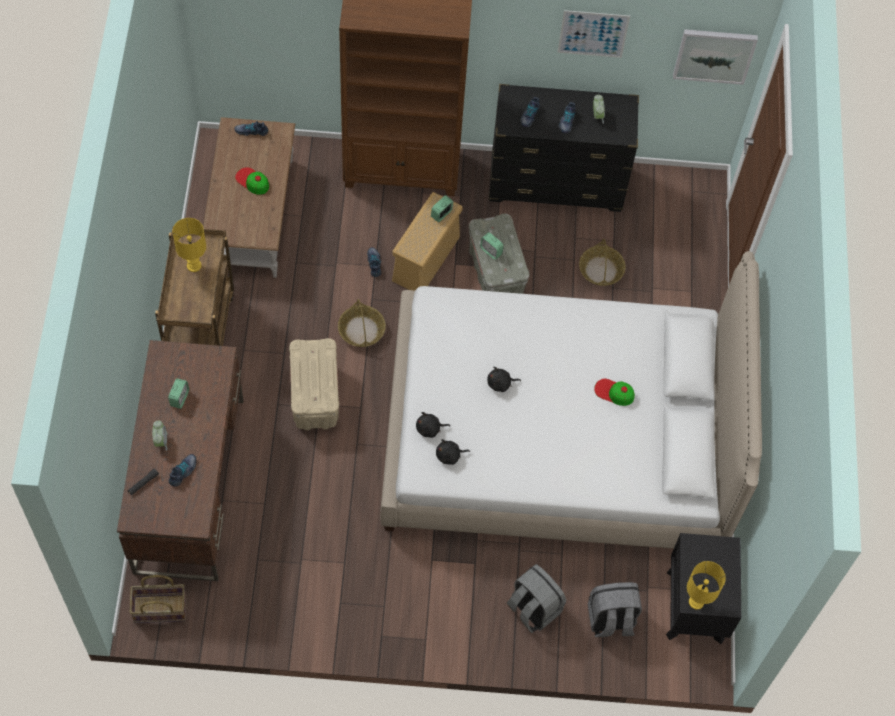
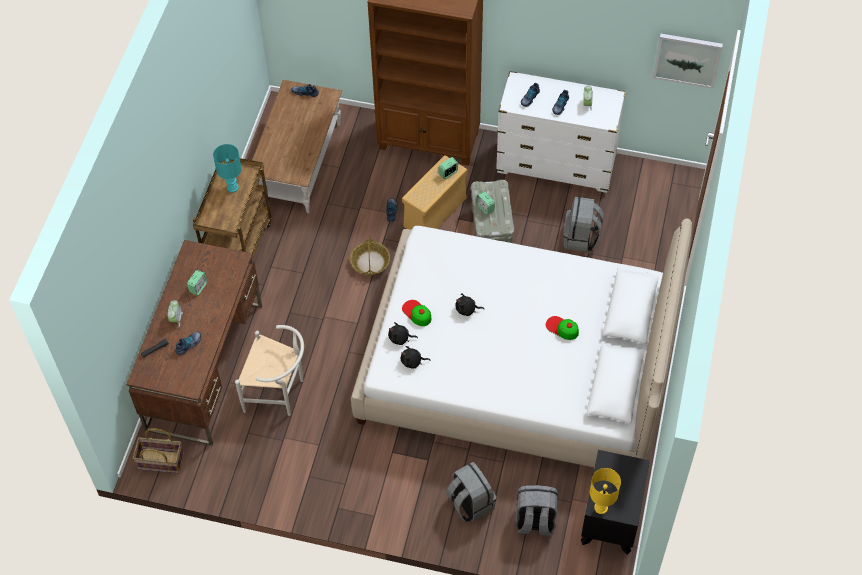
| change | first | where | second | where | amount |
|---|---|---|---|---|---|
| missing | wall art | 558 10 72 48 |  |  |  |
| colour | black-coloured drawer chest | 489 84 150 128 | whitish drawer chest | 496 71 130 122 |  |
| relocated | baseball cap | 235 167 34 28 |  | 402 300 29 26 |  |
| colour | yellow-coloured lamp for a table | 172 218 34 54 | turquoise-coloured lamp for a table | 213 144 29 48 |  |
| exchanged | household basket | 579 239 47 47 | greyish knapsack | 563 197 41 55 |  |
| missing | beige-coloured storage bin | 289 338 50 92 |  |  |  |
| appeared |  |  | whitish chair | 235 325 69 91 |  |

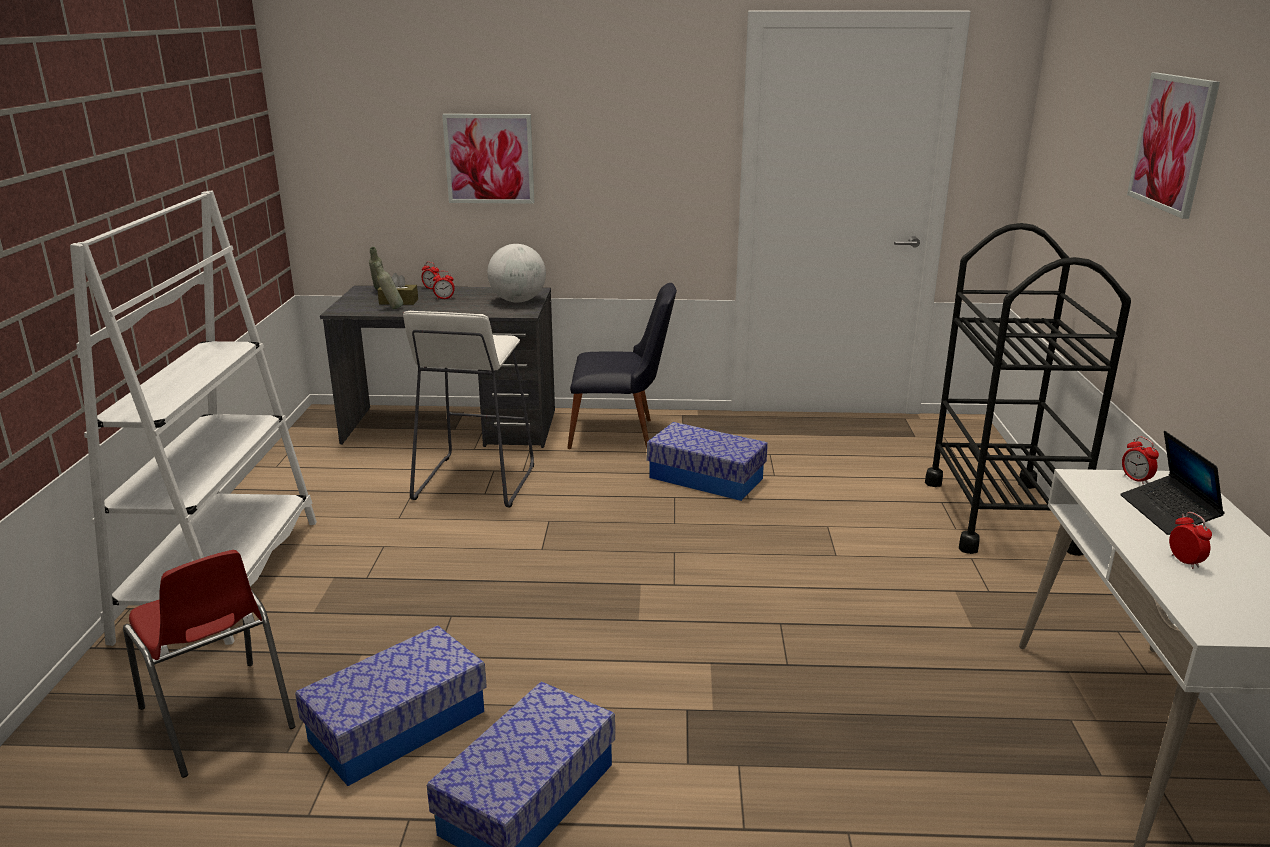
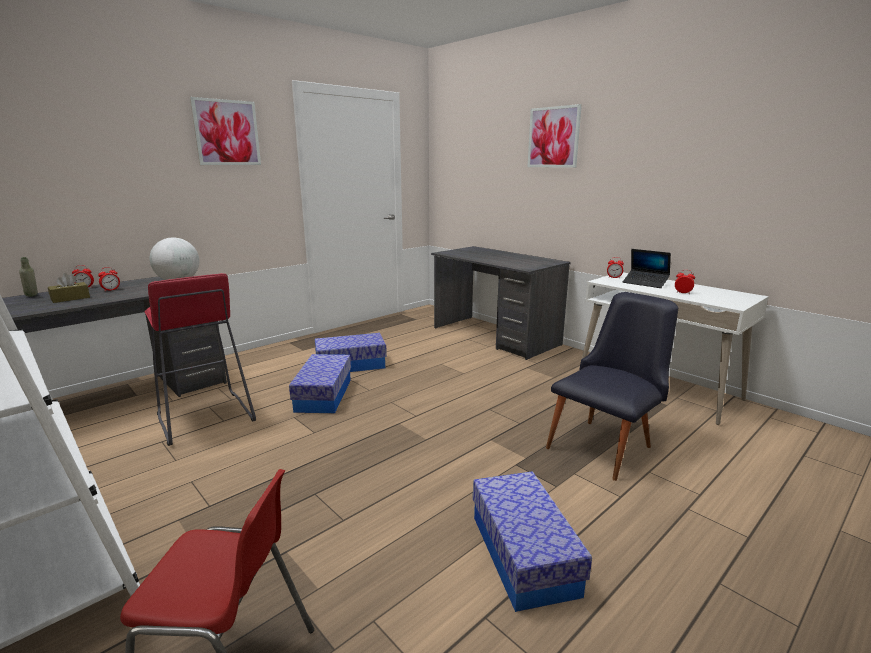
| change | first | where | second | where | amount |
|---|---|---|---|---|---|
| relocated | wall art | 442 114 93 90 |  | 190 97 71 68 |  |
| exchanged | black-coloured cart | 925 223 206 333 | greyish desk table | 431 246 140 114 |  |
| missing | greyish bottle | 373 261 30 48 |  |  |  |
| relocated | black-coloured chair | 567 283 110 166 |  | 546 292 132 189 |  |
| colour | whitish sitting stool | 403 311 131 196 | red-coloured sitting stool | 145 273 111 173 |  |
| relocated | storage bin | 295 625 192 161 |  | 289 354 62 59 |  |

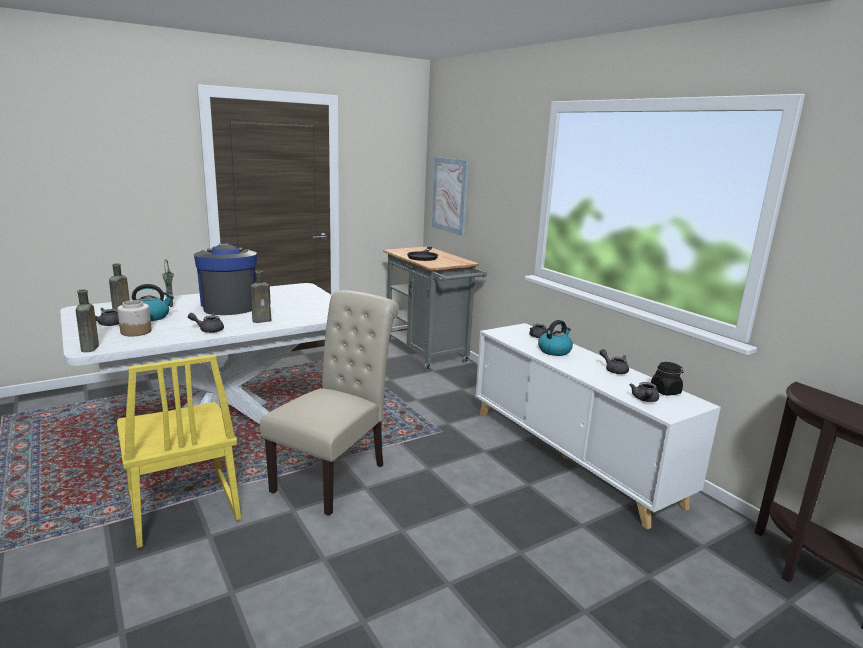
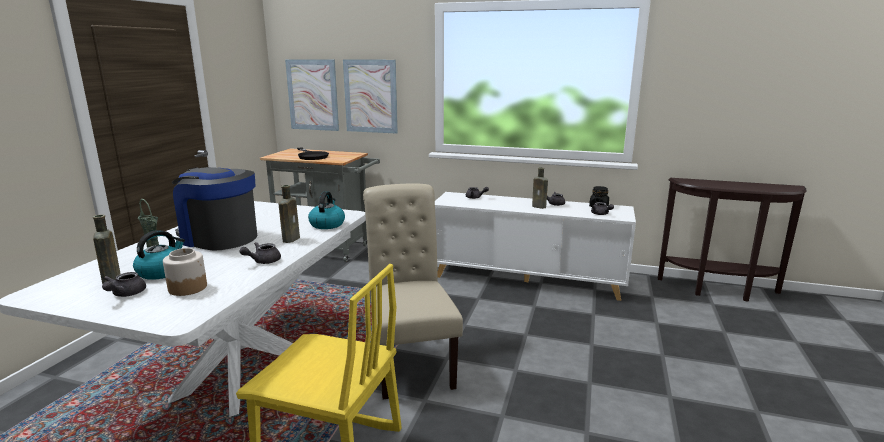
| change | first | where | second | where | amount |
|---|---|---|---|---|---|
| relocated | brown bottle | 76 289 23 63 |  | 532 167 16 42 |  |
| relocated | water kettle | 538 320 35 36 |  | 308 191 37 38 |  |
| appeared |  |  | wall art | 343 59 55 75 |  |

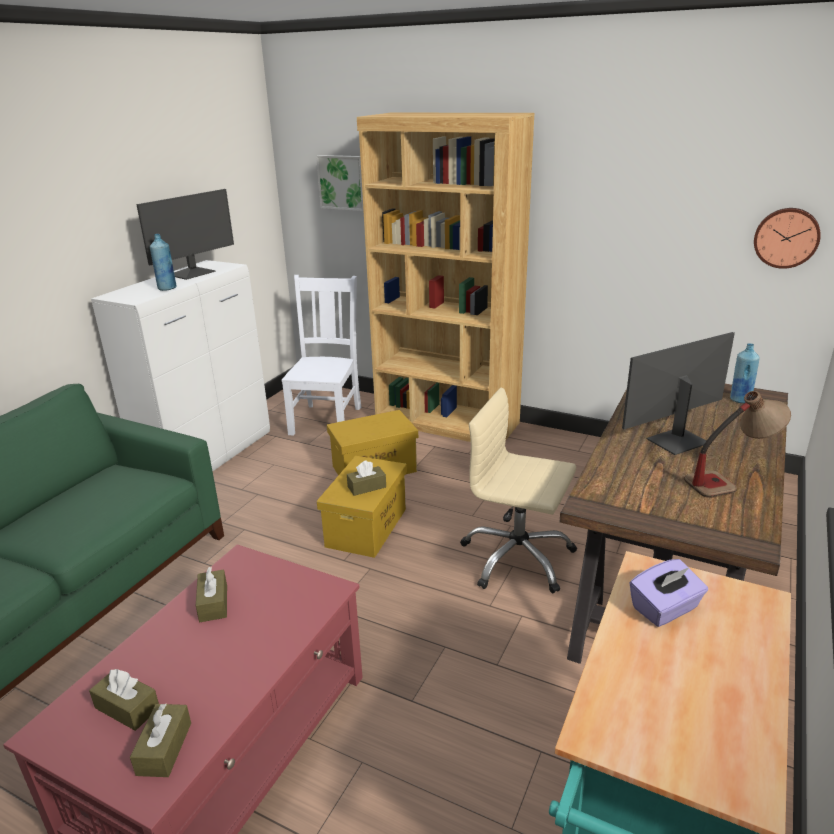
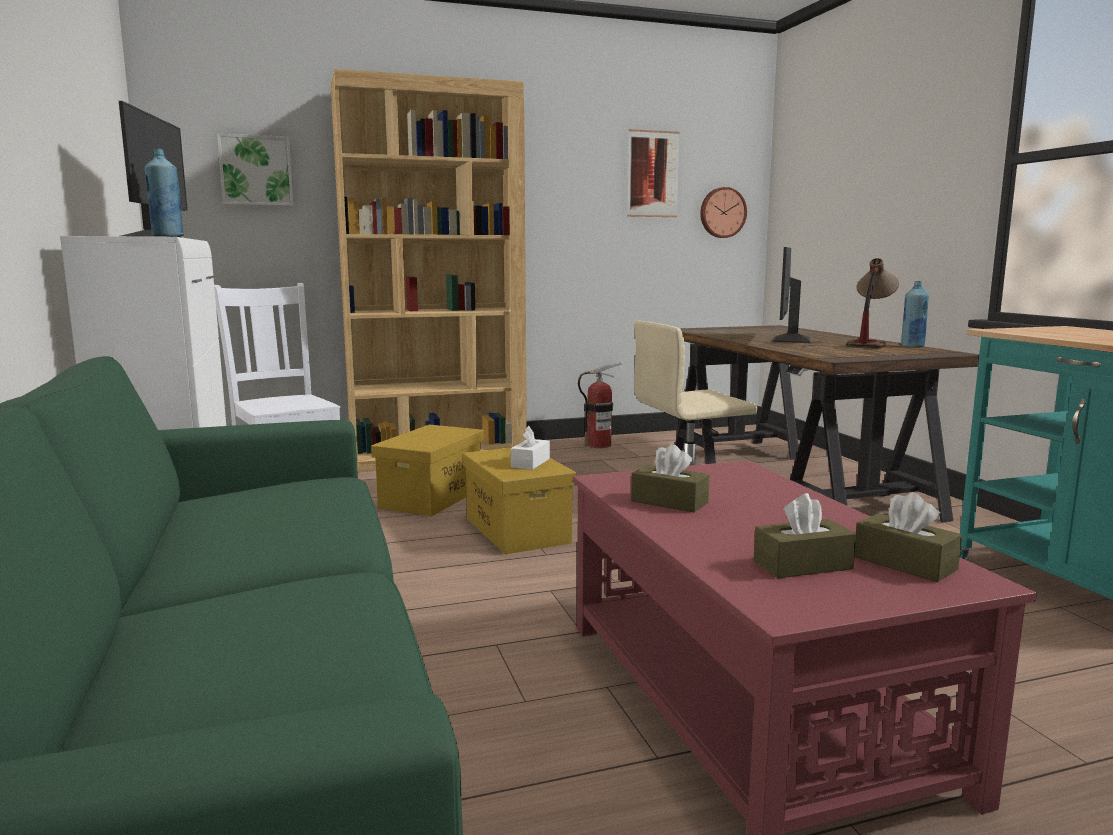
| change | first | where | second | where | amount |
|---|---|---|---|---|---|
| relocated | blue bottle | 730 343 30 60 |  | 901 281 28 67 |  |
| colour | brown tissue holder | 347 461 39 35 | whitish tissue holder | 511 426 39 44 |  |
| missing | purple-coloured tissue holder | 630 559 78 68 |  |  |  |
| appeared |  |  | wall art | 627 129 53 88 |  |
| appeared |  |  | fire-fighting cylinder | 578 363 44 85 |  |

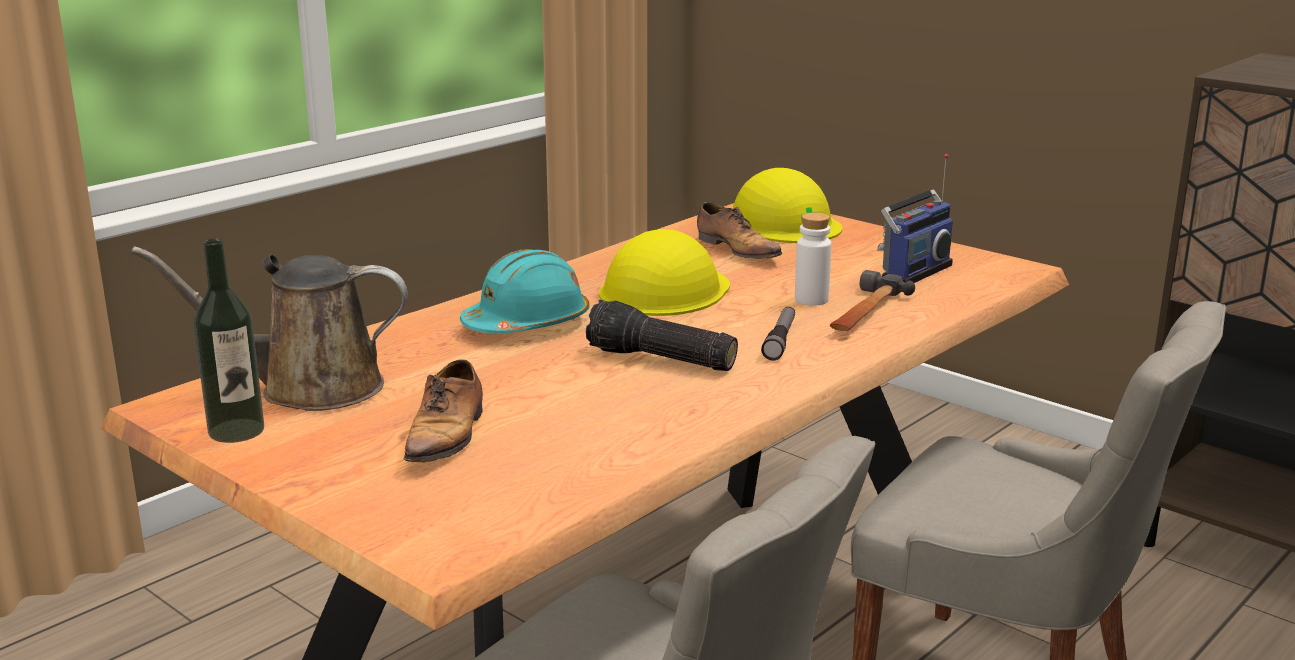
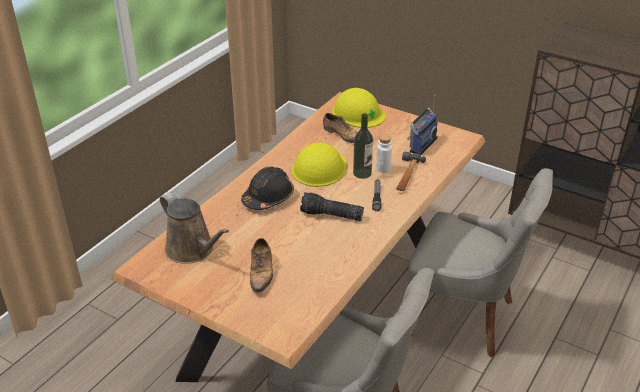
| change | first | where | second | where | amount |
|---|---|---|---|---|---|
| relocated | bottle | 194 239 70 204 |  | 353 113 20 66 |  |
| spun | brown sprinkling can | 131 246 277 165 |  | 160 193 69 71 | 120 degrees counterclockwise |
| colour | turquoise-coloured safety helmet | 460 249 129 85 | black-coloured safety helmet | 241 166 53 44 |  |

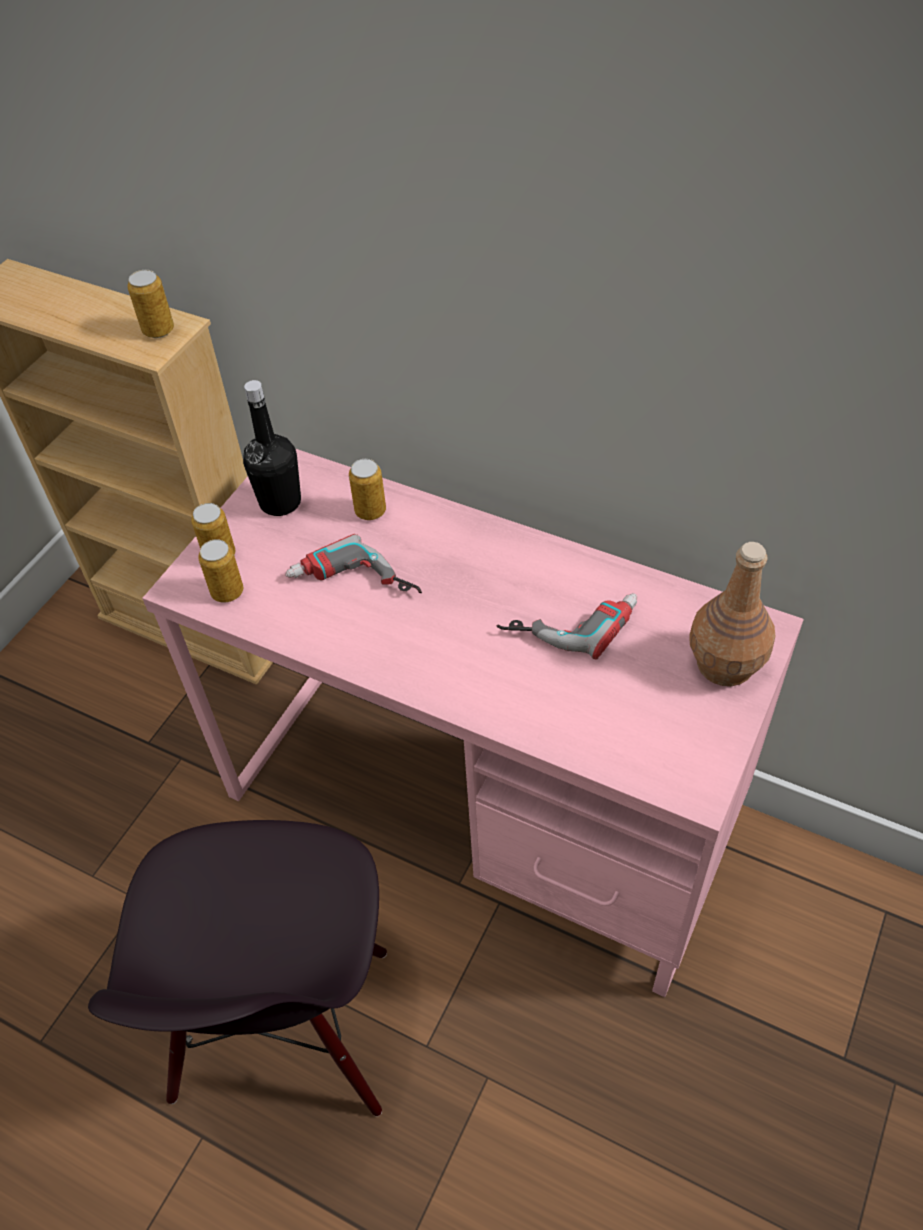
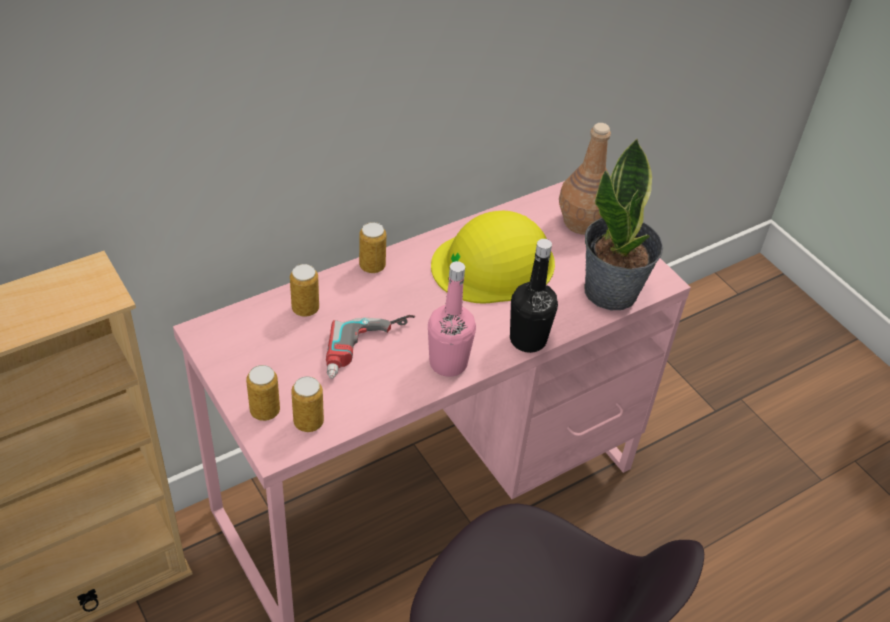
| change | first | where | second | where | amount |
|---|---|---|---|---|---|
| relocated | sealed can | 128 270 46 68 |  | 359 222 27 51 |  |
| relocated | black-coloured bottle | 243 380 58 136 |  | 510 239 48 114 |  |
| exchanged | power drill | 497 593 140 66 | yellow-coloured safety helmet | 431 211 124 93 |  |
| appeared |  |  | houseplant | 585 138 78 172 |  |
| appeared |  |  | pinkish bottle | 428 261 48 116 |  |

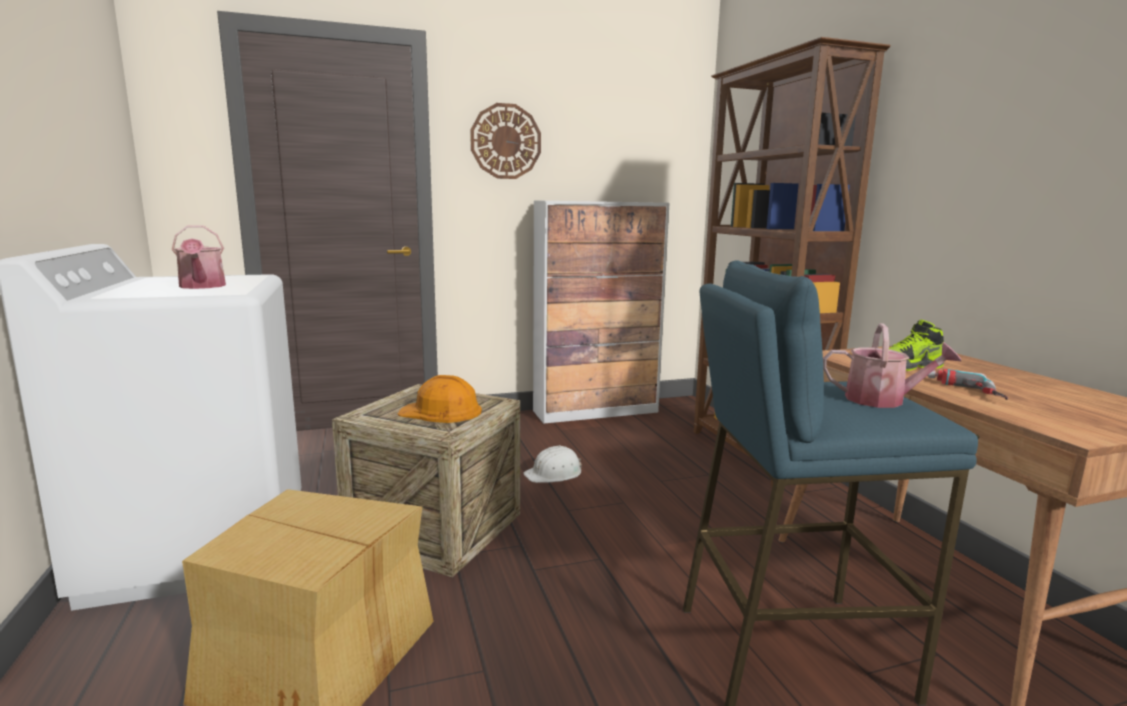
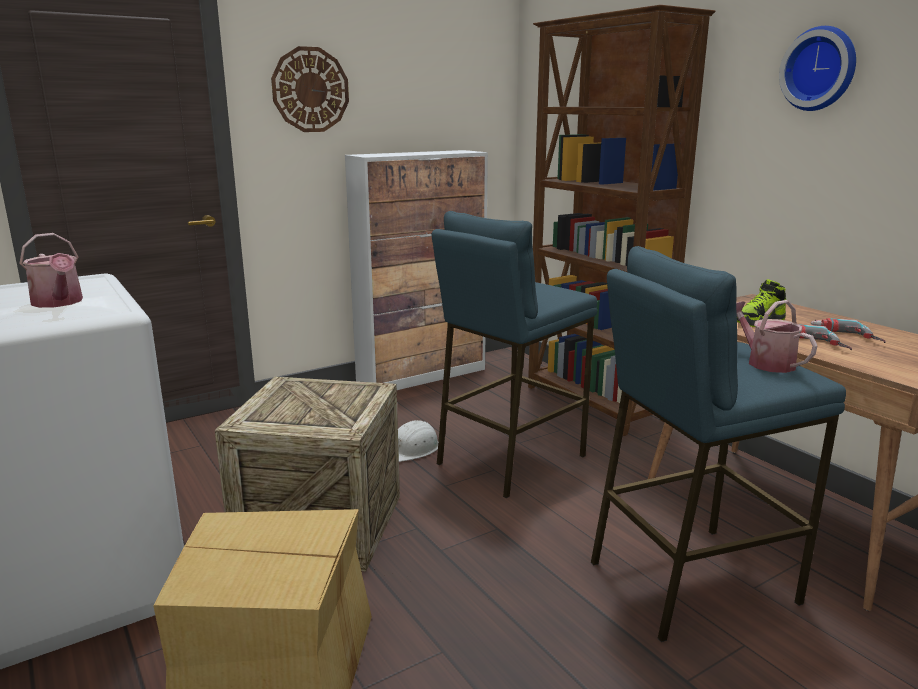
| change | first | where | second | where | amount |
|---|---|---|---|---|---|
| spun | sprinkling can | 823 323 138 85 |  | 736 300 82 73 | 120 degrees counterclockwise |
| missing | orangey safety helmet | 397 375 85 48 |  |  |  |
| appeared |  |  | wall clock | 779 26 77 85 |  |
| appeared |  |  | blue sitting stool | 431 211 166 287 |  |
| appeared |  |  | power drill | 811 318 75 25 |  |

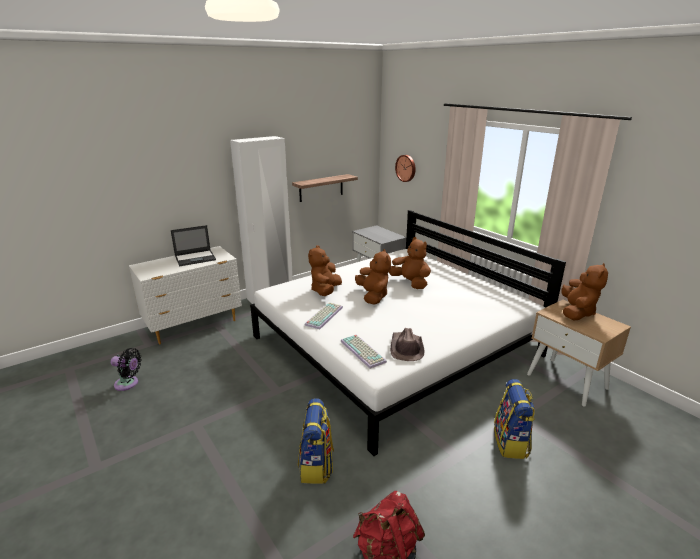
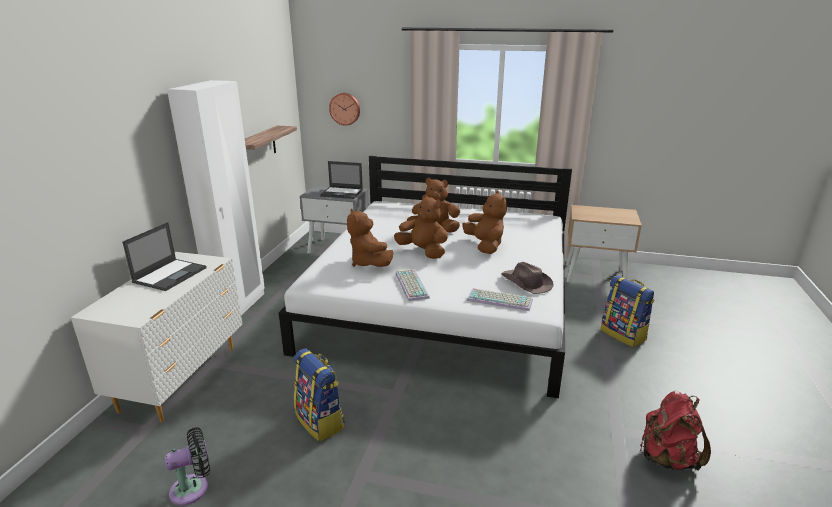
| change | first | where | second | where | amount |
|---|---|---|---|---|---|
| relocated | brown cuddly toy | 562 263 46 57 |  | 463 191 44 63 |  |
| relocated | knapsack | 298 398 36 86 |  | 294 349 51 92 |  |
| appeared |  |  | notebook computer | 320 161 43 38 |  |

